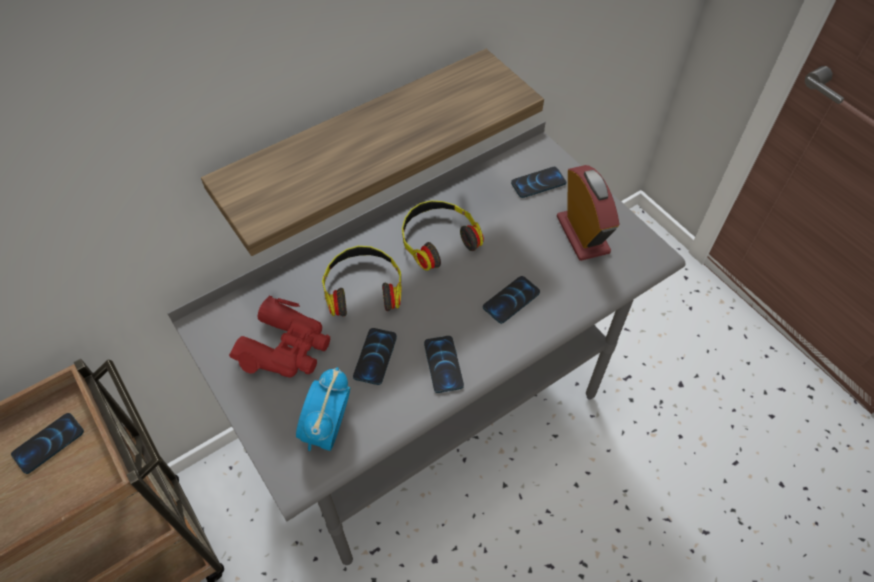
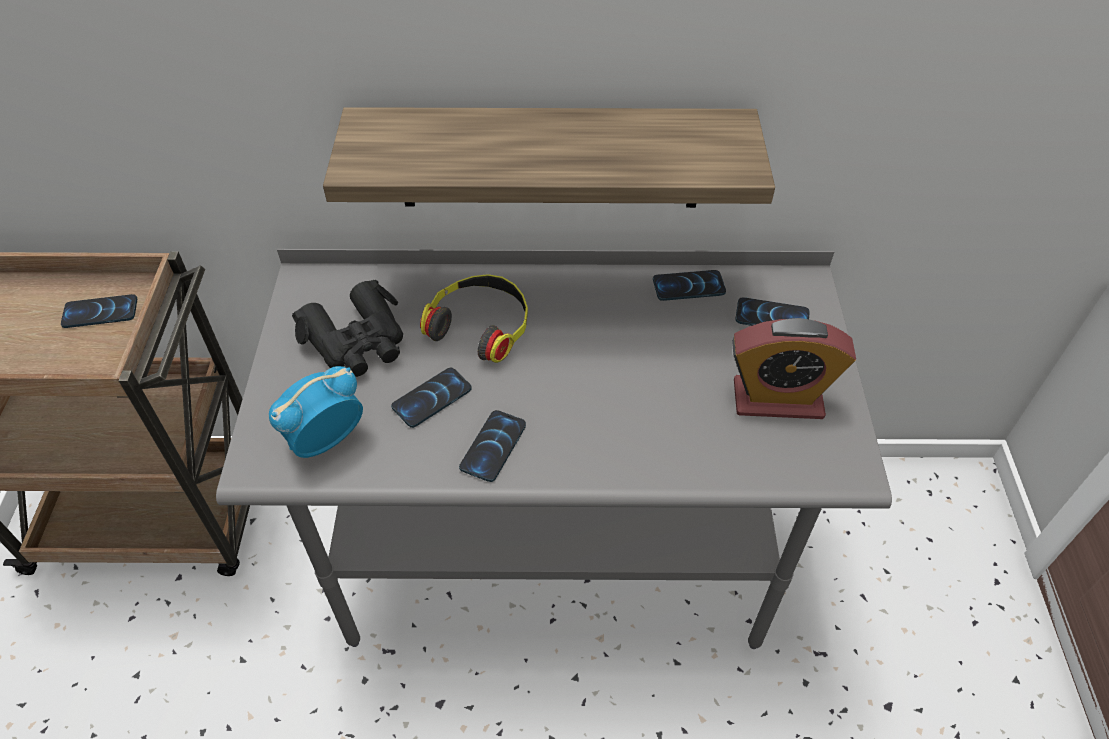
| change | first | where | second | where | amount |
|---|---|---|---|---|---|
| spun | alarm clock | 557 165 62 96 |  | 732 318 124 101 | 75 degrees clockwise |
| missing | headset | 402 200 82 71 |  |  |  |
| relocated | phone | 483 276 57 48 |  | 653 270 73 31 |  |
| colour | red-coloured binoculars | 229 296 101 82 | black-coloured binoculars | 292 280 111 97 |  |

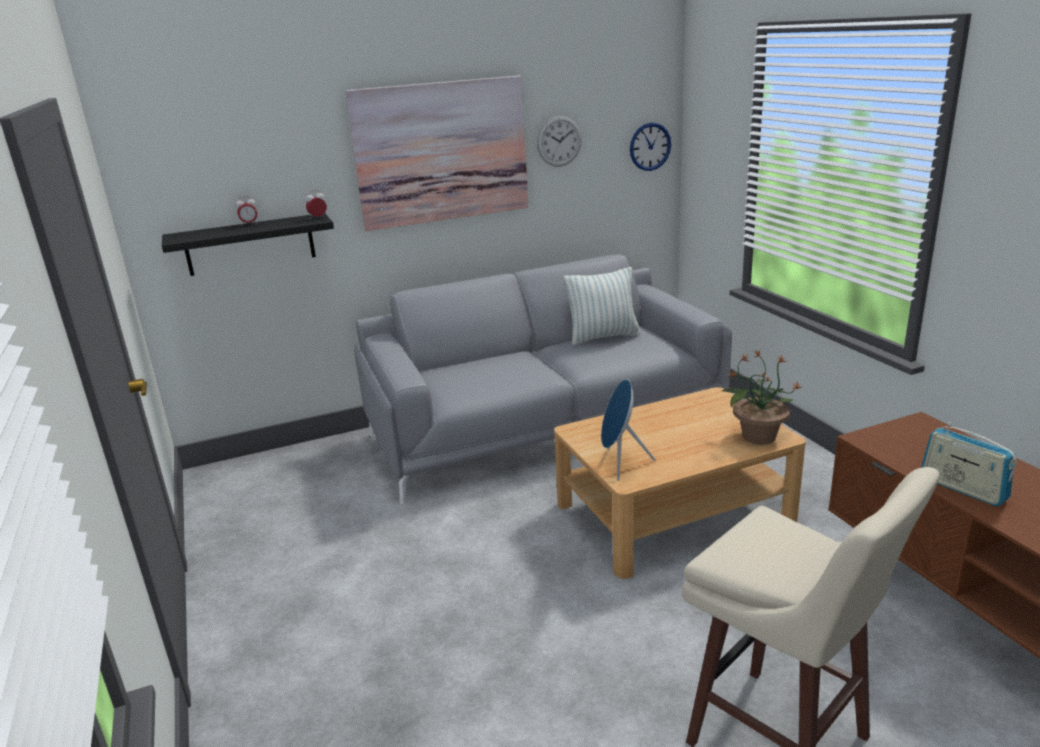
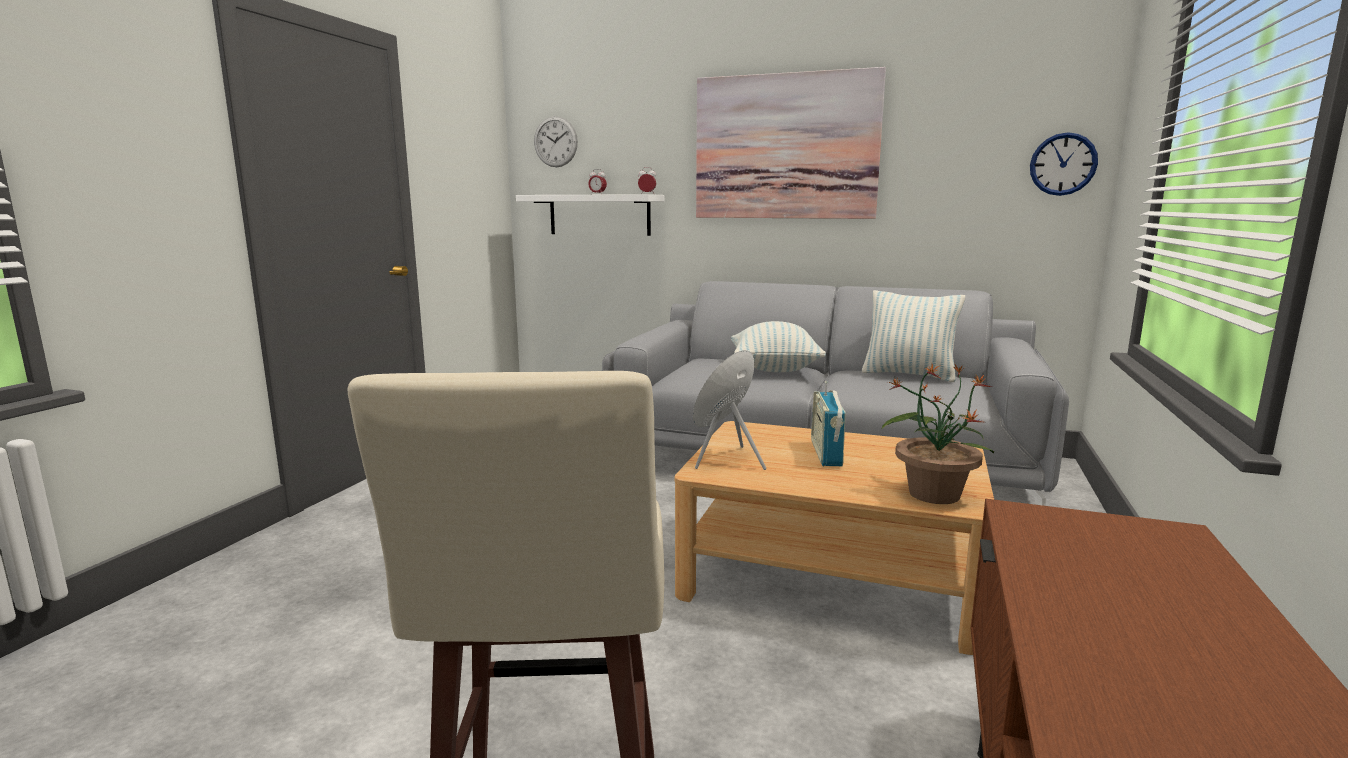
| change | first | where | second | where | amount |
|---|---|---|---|---|---|
| relocated | wall clock | 537 116 45 51 |  | 534 116 44 51 |  |
| colour | black-coloured wall shelf | 162 213 172 63 | whitish wall shelf | 516 194 148 42 |  |
| relocated | radio receiver | 921 422 95 84 |  | 811 381 35 85 |  |
| appeared |  |  | cushion | 731 321 95 51 |  |

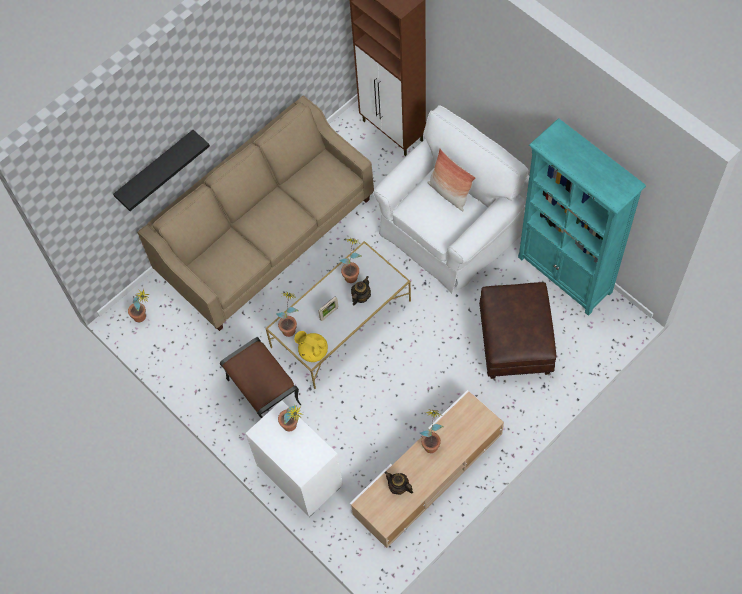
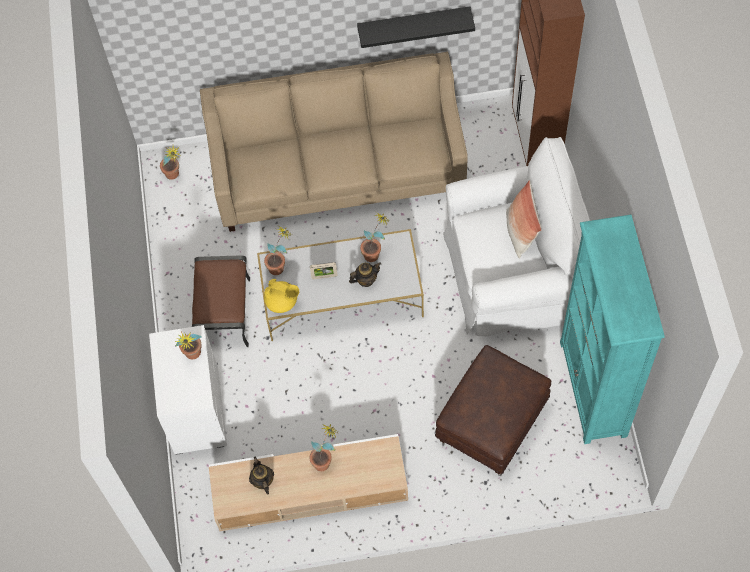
| change | first | where | second | where | amount |
|---|---|---|---|---|---|
| relocated | black-coloured wall shelf | 113 130 97 81 |  | 357 6 118 42 |  |
| spun | yellow-coloured pot for tea | 294 331 34 31 |  | 264 279 35 34 | 135 degrees clockwise |

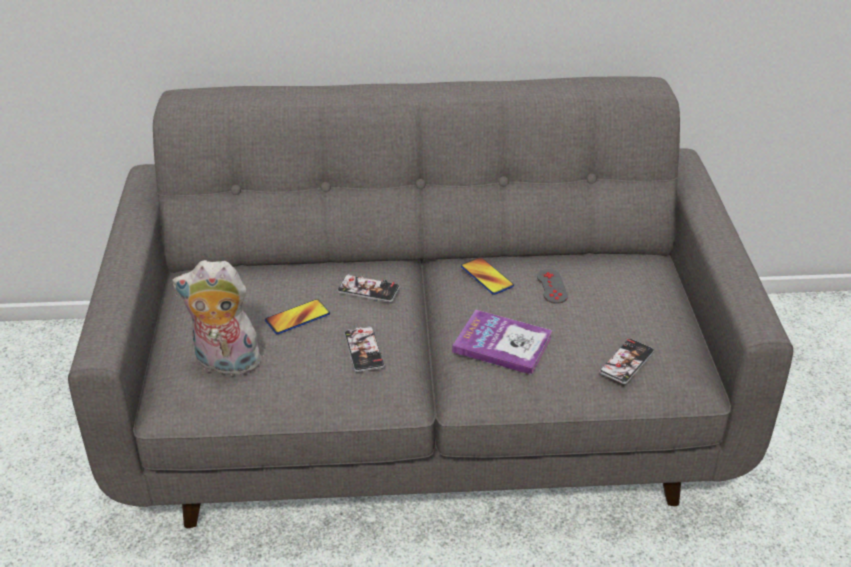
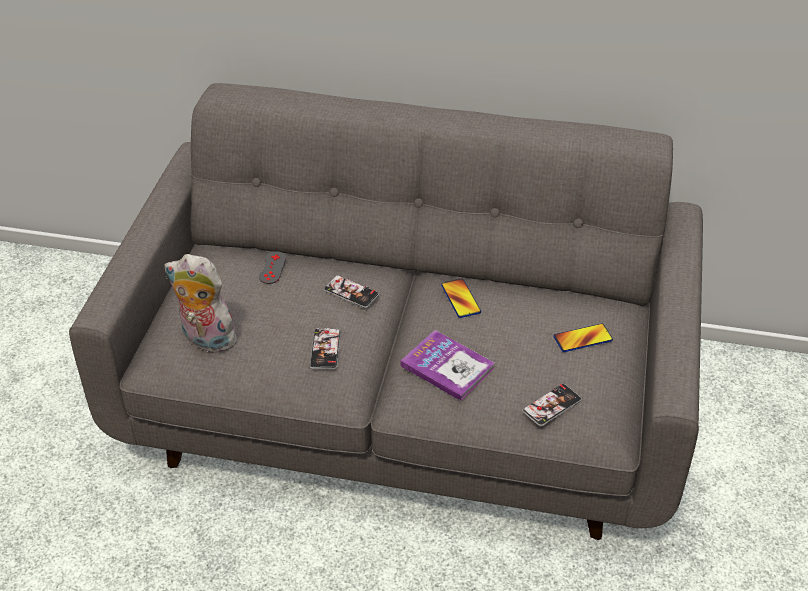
| change | first | where | second | where | amount |
|---|---|---|---|---|---|
| relocated | greyish gamepad | 537 269 31 35 |  | 259 251 27 33 |  |
| relocated | phone | 265 299 65 35 |  | 553 324 60 28 |  |

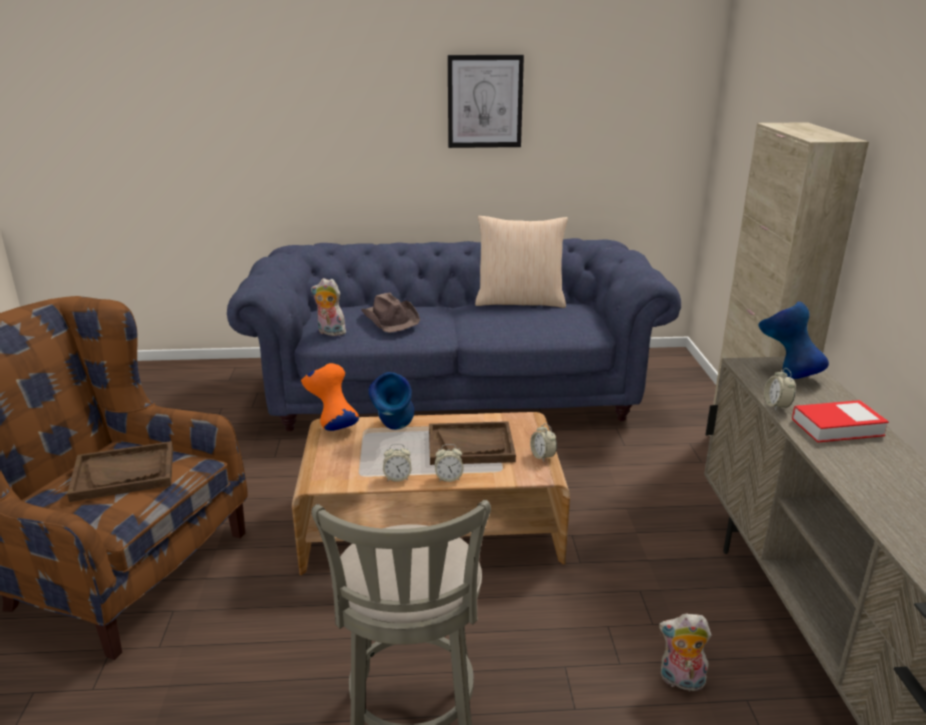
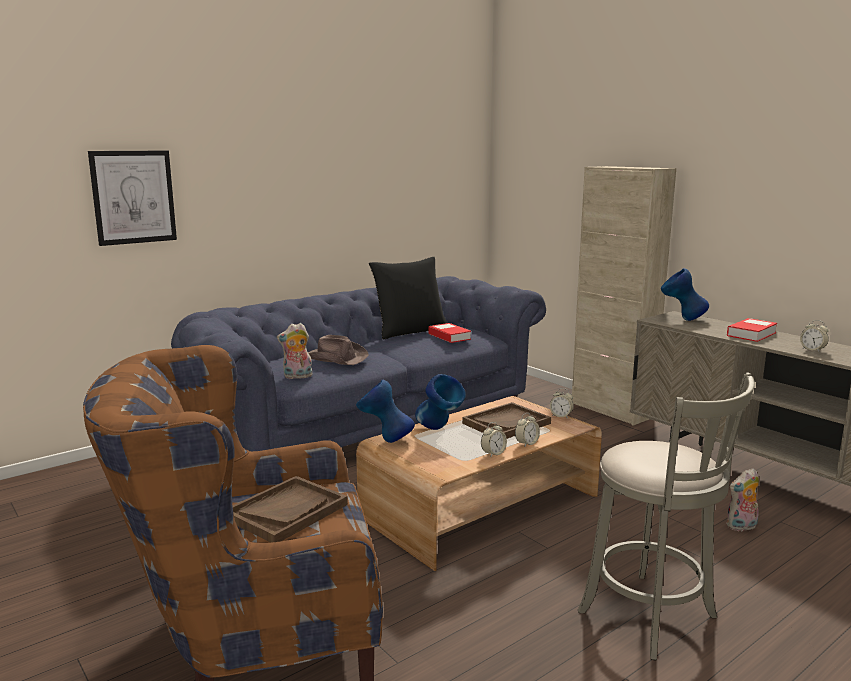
| change | first | where | second | where | amount |
|---|---|---|---|---|---|
| relocated | wall art | 448 55 76 93 |  | 88 151 89 95 |  |
| colour | beige-coloured cushion | 475 216 93 92 | black-coloured cushion | 369 257 78 82 |  |
| colour | orangey decorative vase | 301 363 58 68 | blue decorative vase | 356 380 59 63 |  |
| relocated | alarm clock | 764 368 31 42 |  | 800 320 29 32 |  |
| appeared |  |  | bound book | 429 323 42 20 |  |

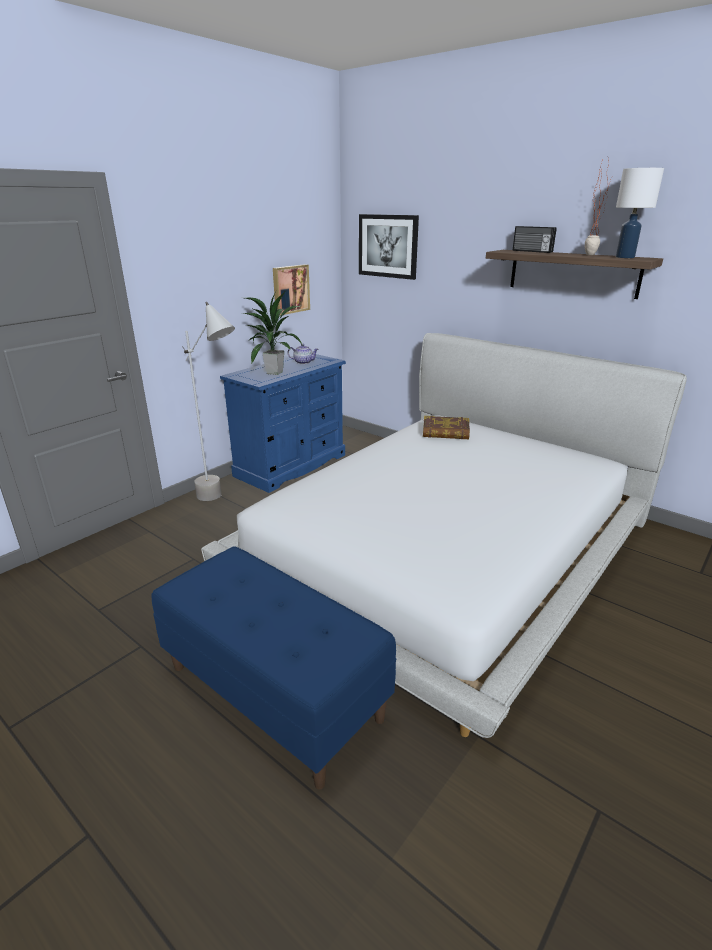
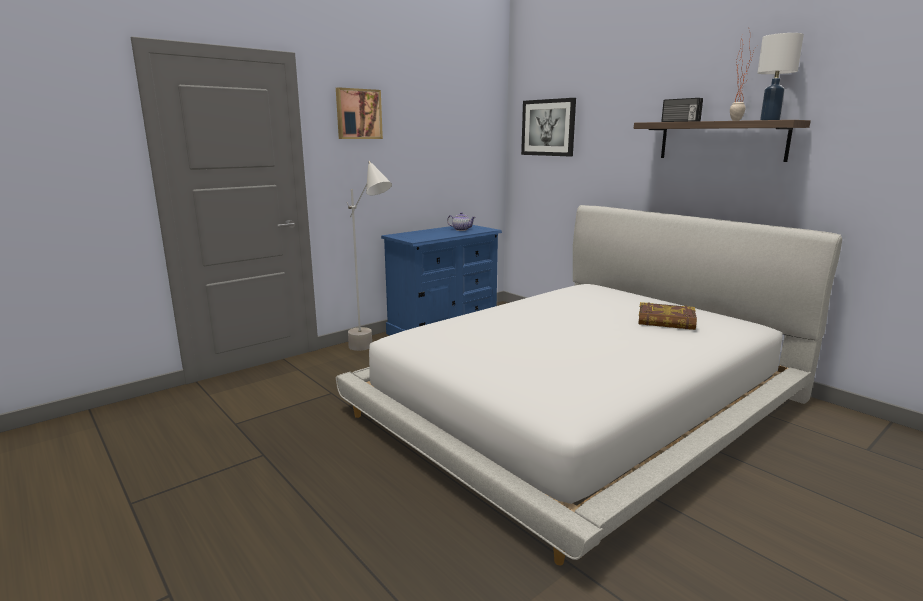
| change | first | where | second | where | amount |
|---|---|---|---|---|---|
| relocated | wall art | 273 264 37 52 |  | 336 87 47 52 |  |
| missing | houseplant | 242 289 60 86 |  |  |  |
| relocated | bound book | 423 416 47 23 |  | 638 302 59 28 |  |
| missing | blue bench | 152 546 244 243 |  |  |  |

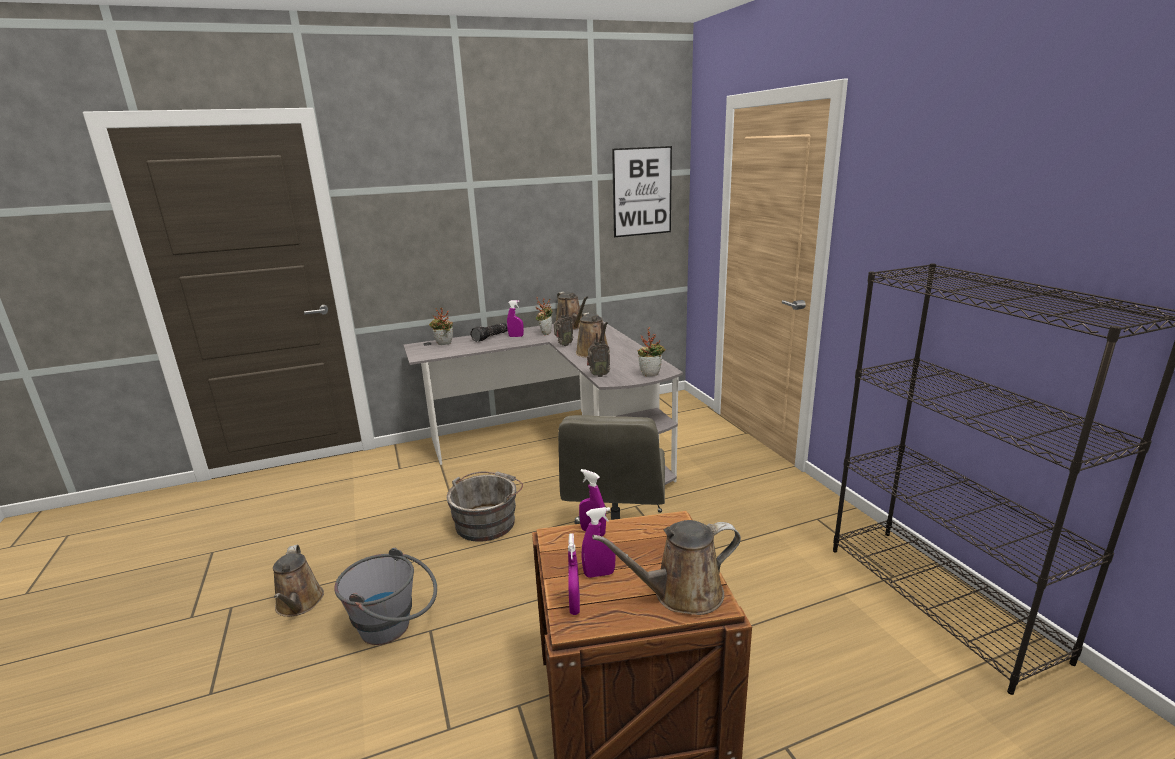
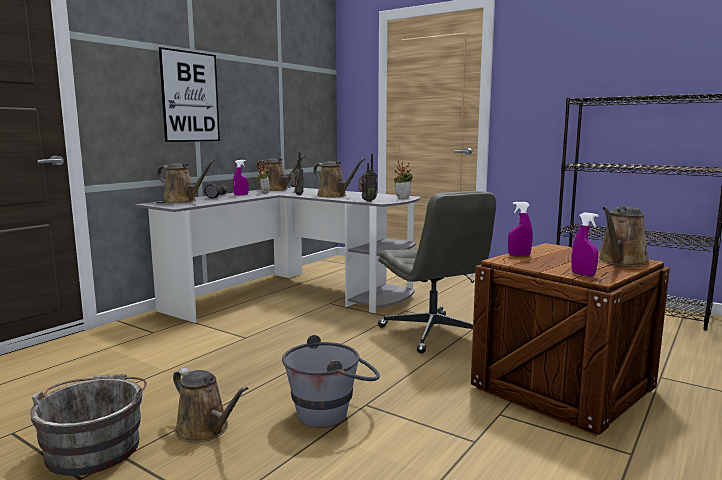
| change | first | where | second | where | amount |
|---|---|---|---|---|---|
| relocated | wall art | 612 146 60 91 |  | 159 47 61 95 |  |
| exchanged | houseplant | 429 308 24 37 | brown sprinkling can | 157 160 58 43 |  |
| relocated | greyish water bucket | 447 471 76 71 |  | 30 374 117 102 |  |
| missing | purple-coloured sprayer | 581 507 35 71 |  |  |  |

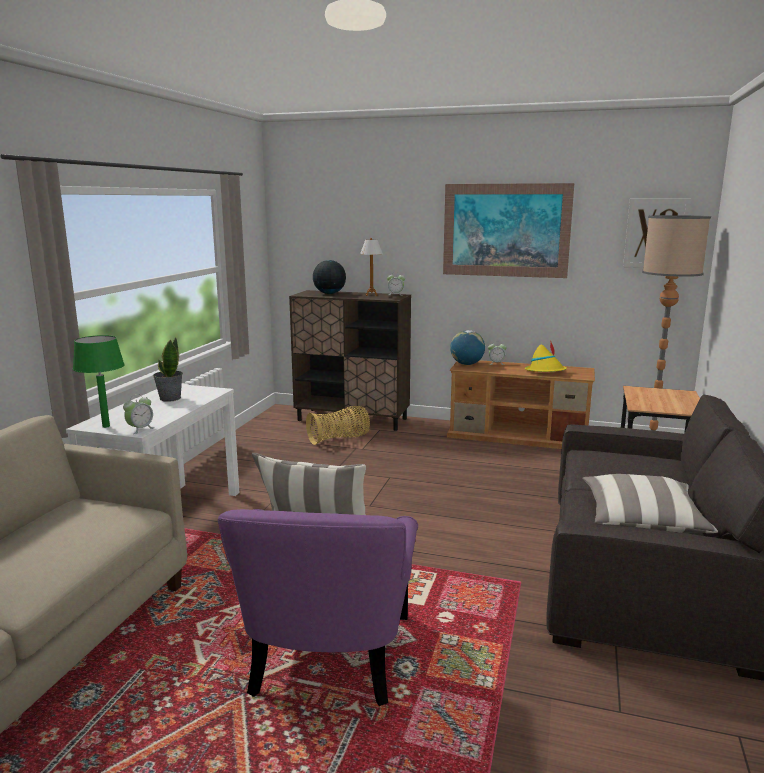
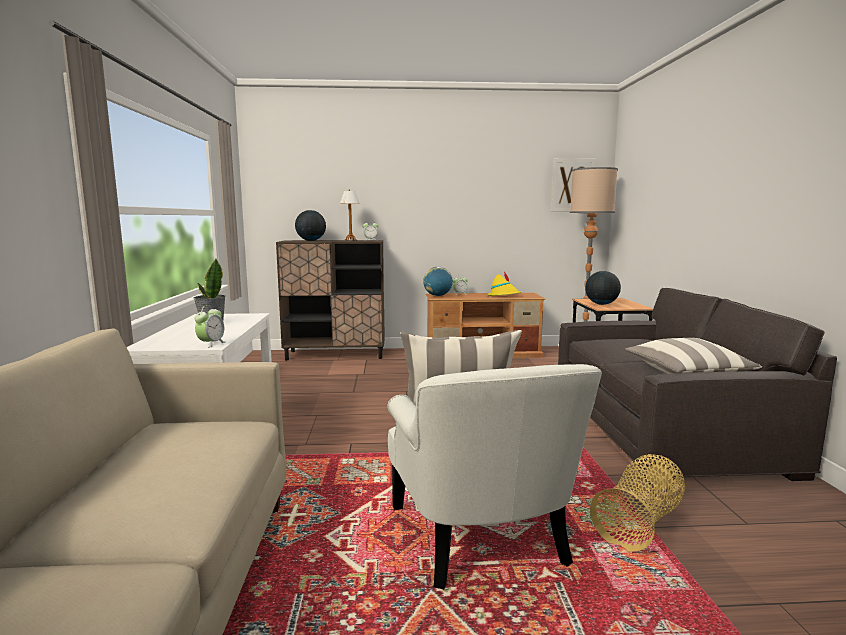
| change | first | where | second | where | amount |
|---|---|---|---|---|---|
| missing | wall art | 443 183 131 95 |  |  |  |
| missing | greenish lamp for a table | 73 335 52 93 |  |  |  |
| relocated | household basket | 306 406 64 39 |  | 590 454 95 98 |  |
| colour | purple-coloured easy chair | 218 509 200 197 | whitish easy chair | 387 364 215 225 |  |
| appeared |  |  | world globe | 585 271 36 34 |  |

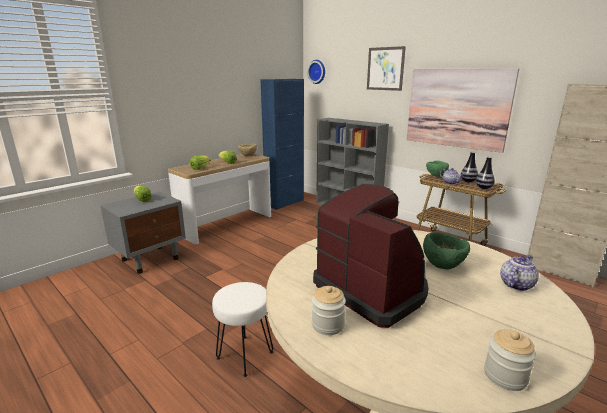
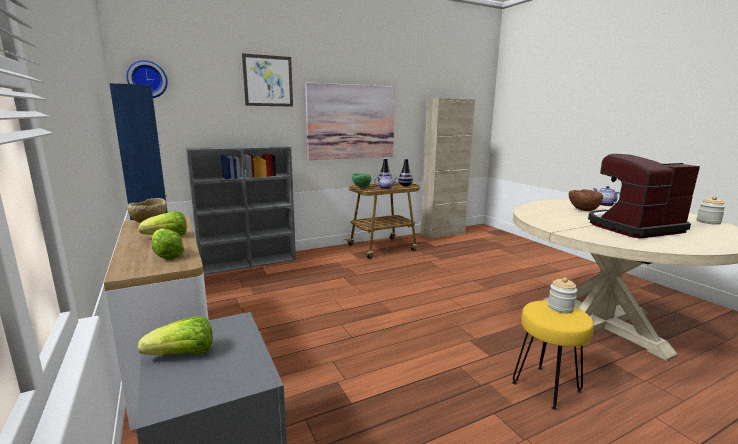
| change | first | where | second | where | amount |
|---|---|---|---|---|---|
| colour | greenish deep dish | 423 232 47 38 | brown deep dish | 569 189 34 22 |  |
| colour | whitish sitting stool | 212 282 61 95 | yellow-coloured sitting stool | 512 301 82 109 |  |
| relocated | jar | 312 286 34 49 |  | 548 277 29 36 |  |

